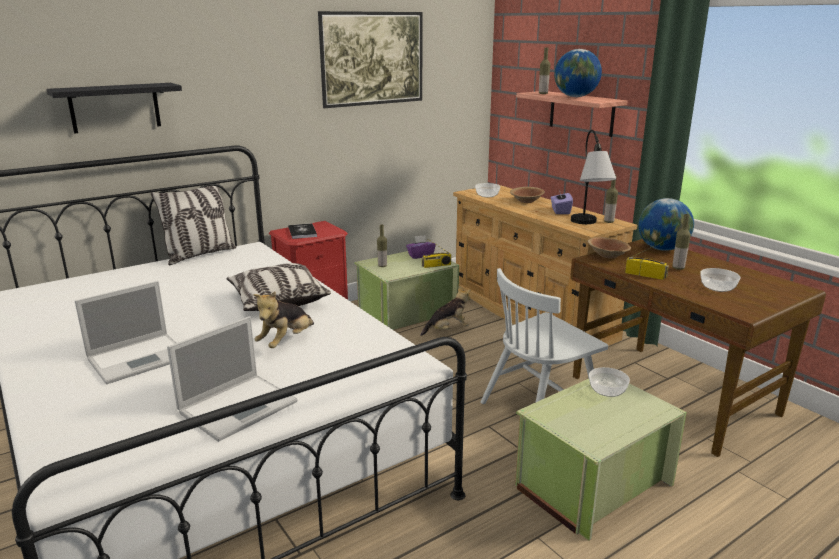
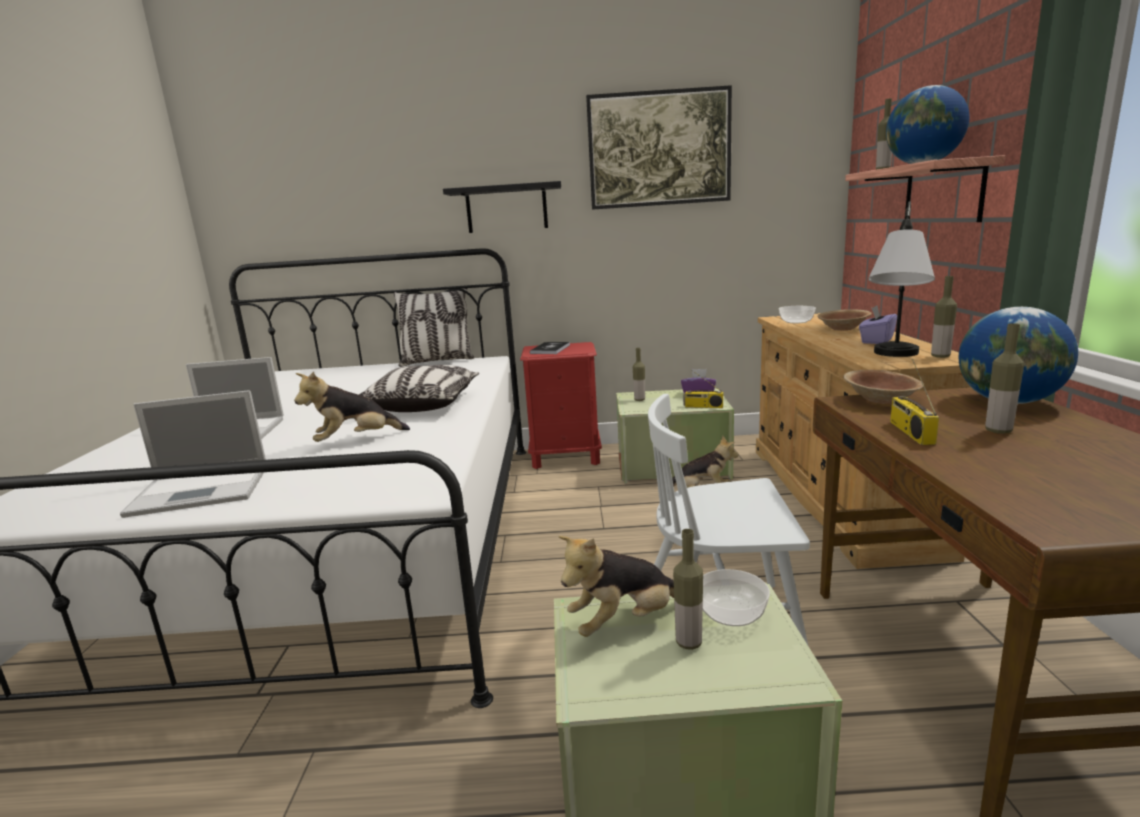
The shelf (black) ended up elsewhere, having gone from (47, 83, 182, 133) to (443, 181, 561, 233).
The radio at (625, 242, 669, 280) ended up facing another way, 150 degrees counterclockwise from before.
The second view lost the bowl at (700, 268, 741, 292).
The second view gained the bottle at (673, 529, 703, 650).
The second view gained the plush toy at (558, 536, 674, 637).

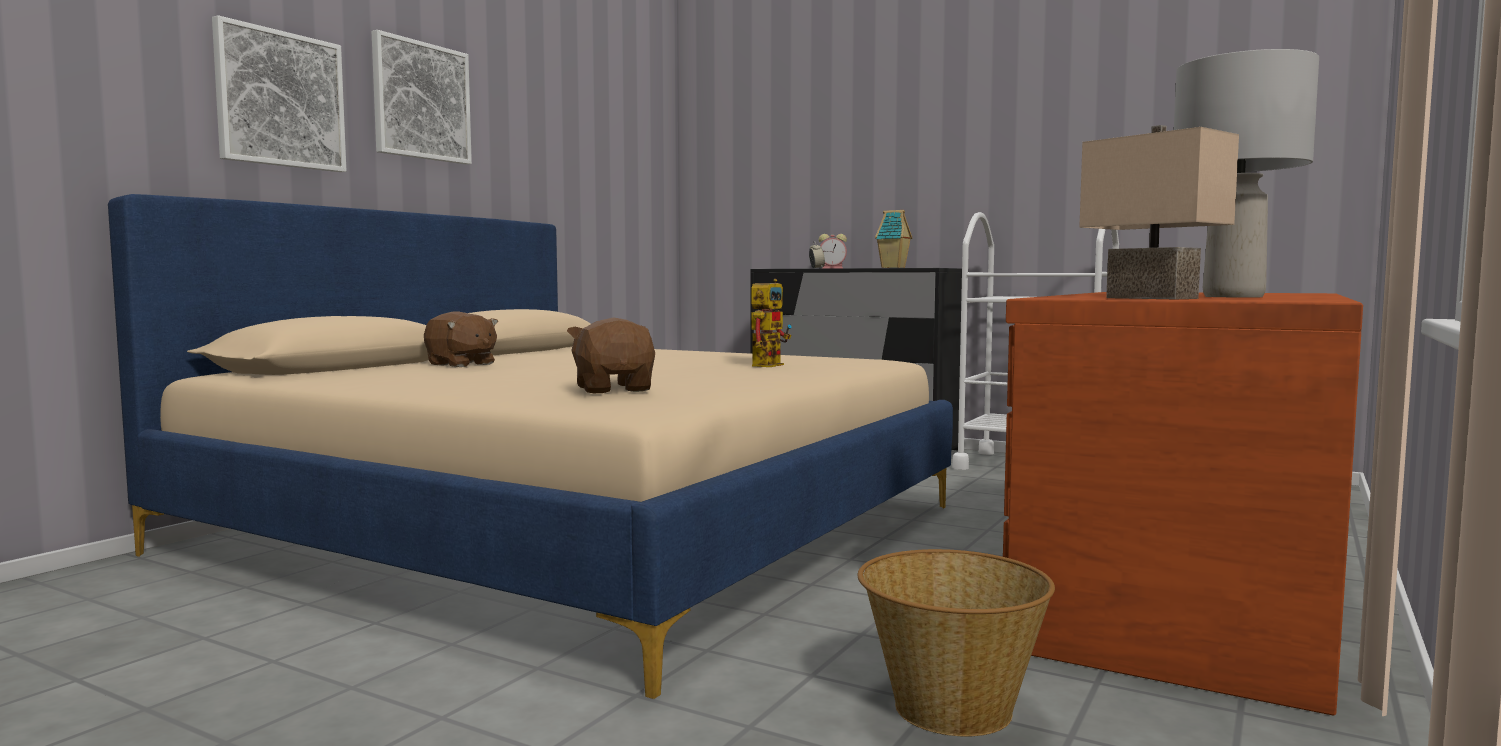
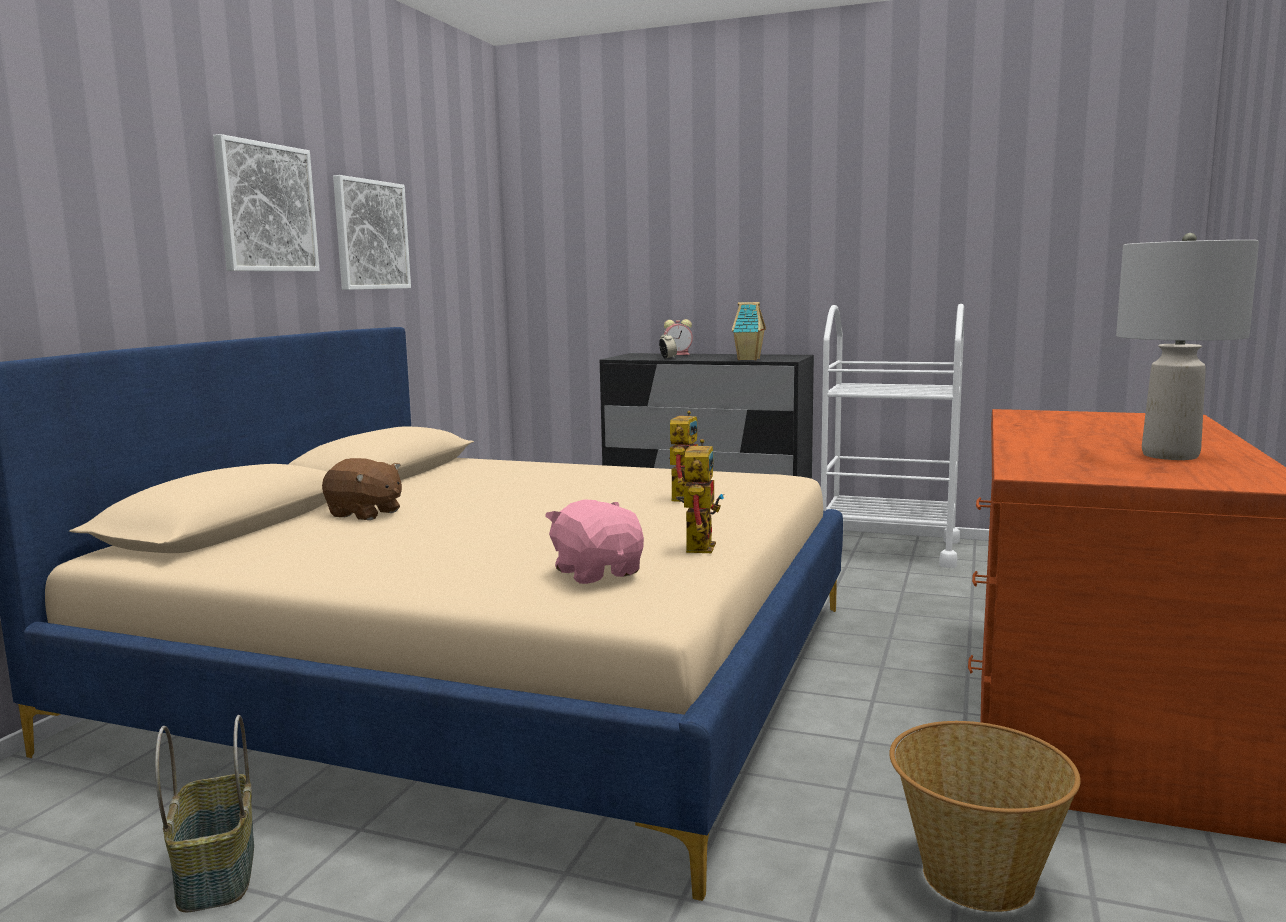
The picture ended up elsewhere, having gone from (212, 15, 346, 172) to (333, 175, 411, 290).
The second view lost the table lamp (beige) at (1079, 125, 1239, 299).
What was the plush toy (brown) at (567, 317, 655, 393) turned into the plush toy (pink) at (545, 499, 644, 584).
The second view gained the toy robot at (676, 439, 724, 553).
The second view gained the basket at (155, 715, 254, 912).

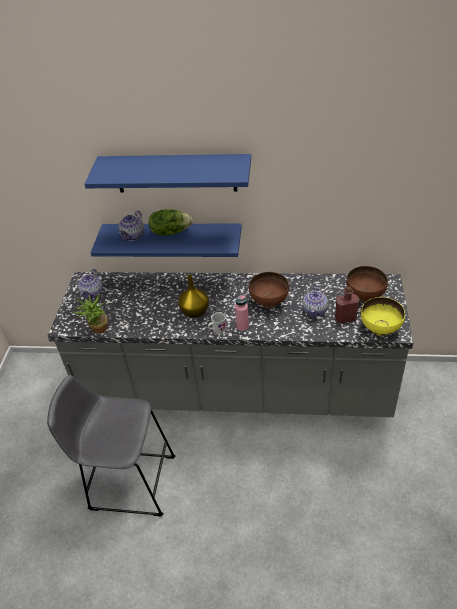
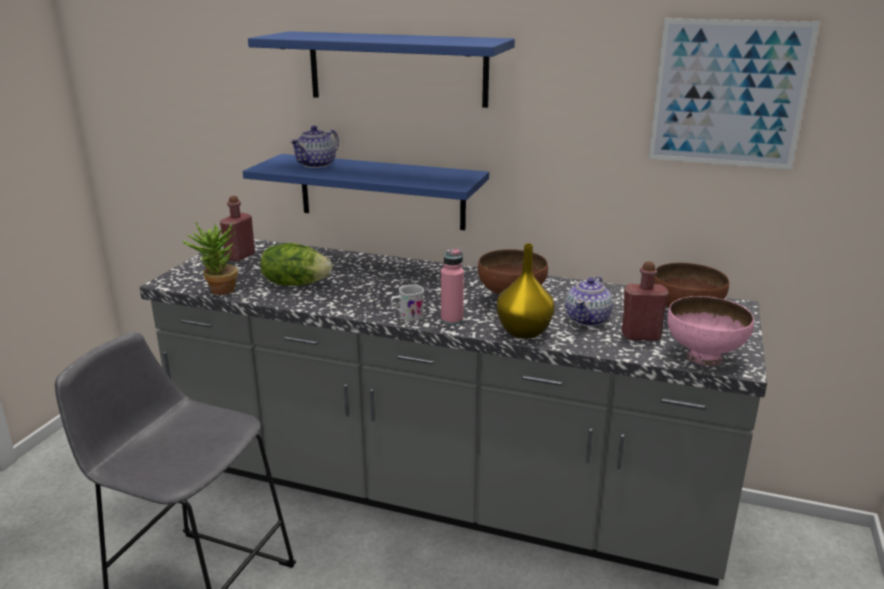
The lettuce ended up elsewhere, having gone from (149, 209, 193, 236) to (260, 243, 332, 286).
Where the teapot stood at (78, 269, 103, 299), the bottle (red) came to stand at (220, 196, 255, 262).
The vase (yellow) ended up elsewhere, having gone from (178, 274, 209, 318) to (497, 243, 555, 339).
What was the bowl (yellow) at (361, 297, 405, 336) turned into the bowl (pink) at (667, 296, 754, 366).
The second view gained the picture at (649, 18, 820, 169).

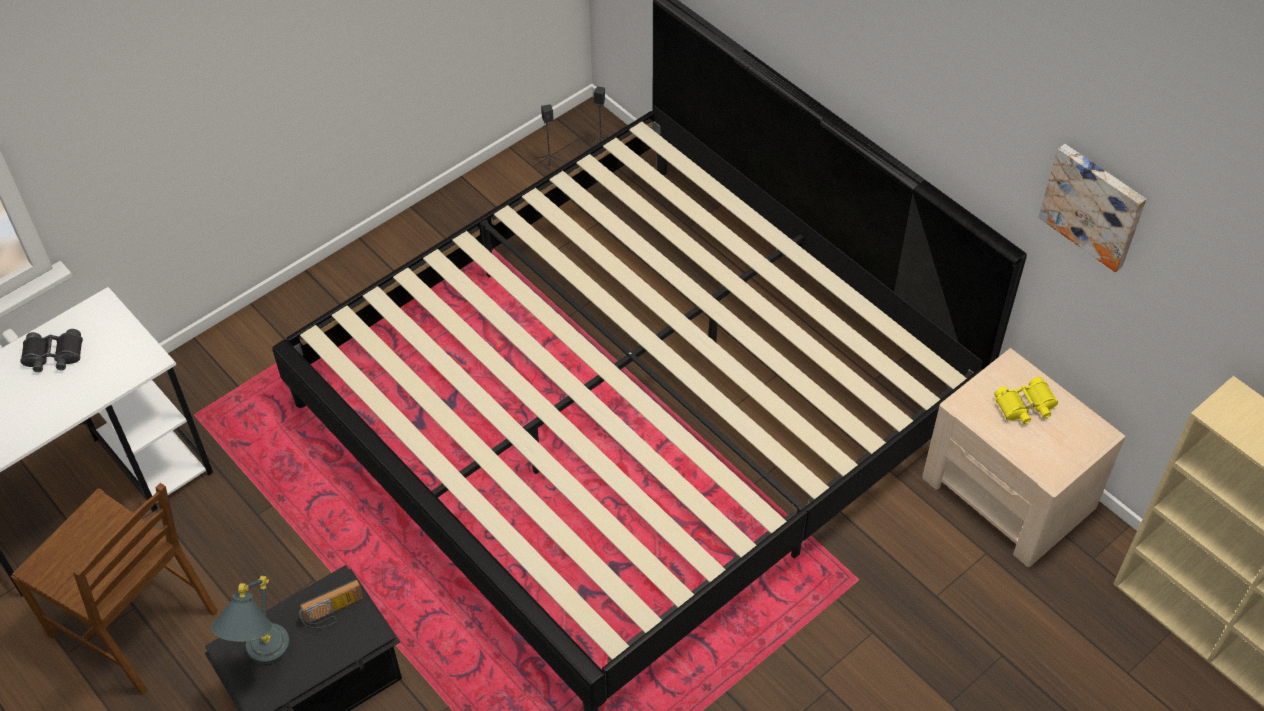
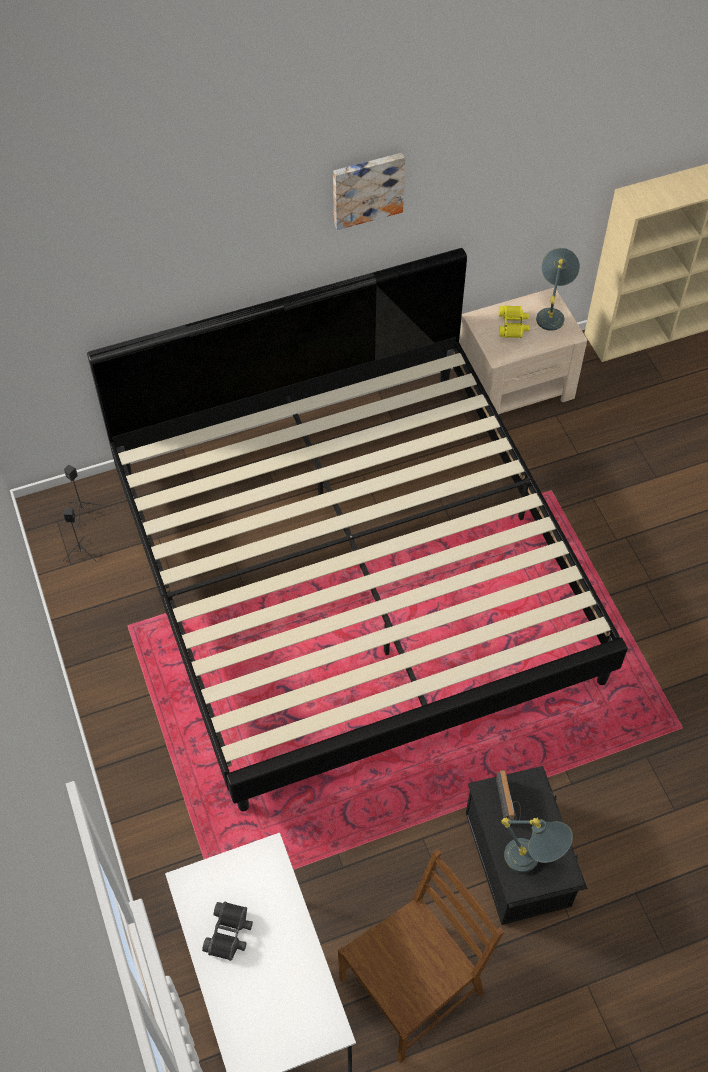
The picture ended up elsewhere, having gone from (1038, 144, 1146, 272) to (333, 153, 405, 230).
The second view gained the table lamp (grey) at (536, 248, 580, 331).

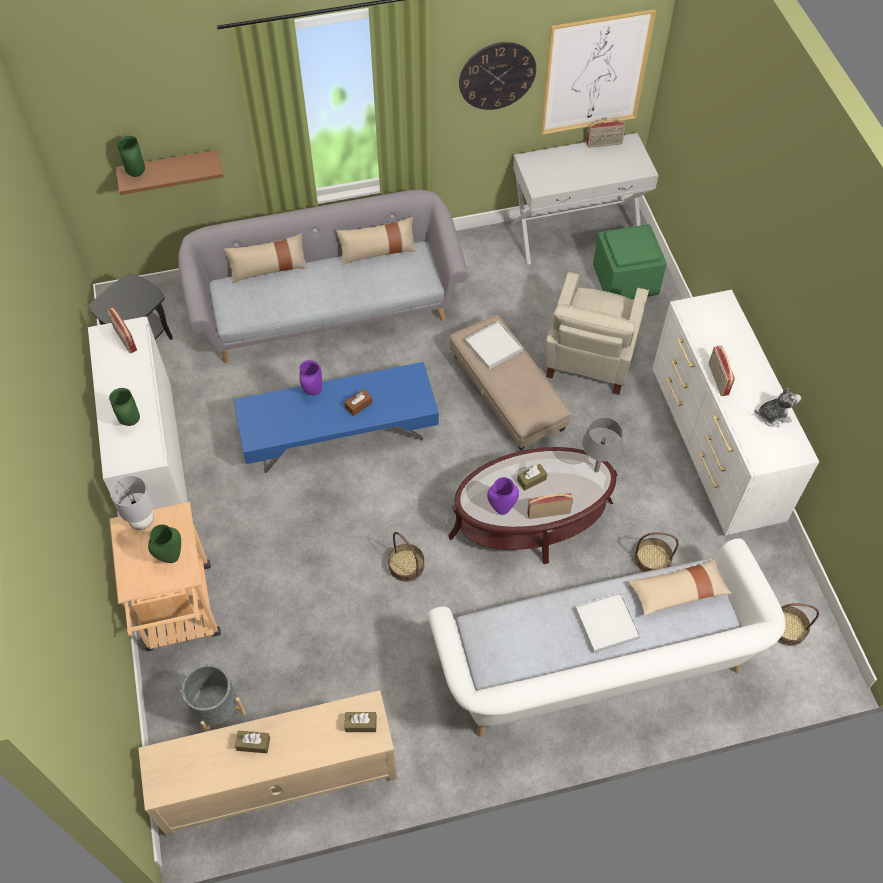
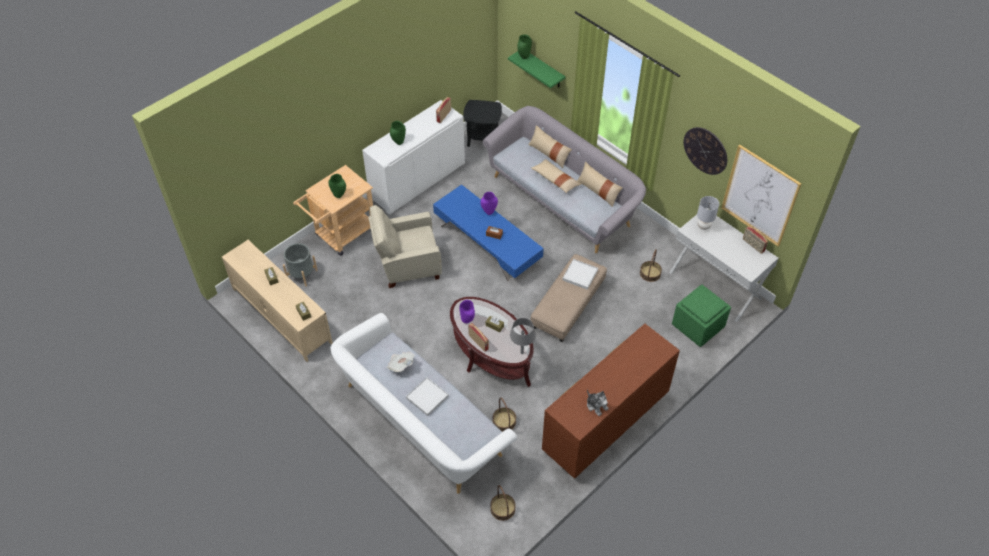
What was the shelf (brown) at (116, 150, 223, 195) turned into the shelf (green) at (508, 51, 565, 88).
The armchair (beige) ended up elsewhere, having gone from (545, 272, 649, 395) to (368, 205, 442, 288).
What was the dresser (white) at (652, 290, 819, 535) turned into the dresser (brown) at (542, 324, 680, 479).
The second view lost the radio at (709, 346, 735, 396).
The table lamp (grey) ended up elsewhere, having gone from (110, 475, 154, 530) to (697, 196, 719, 230).
The basket ended up elsewhere, having gone from (388, 532, 425, 582) to (640, 249, 662, 282).
The pillow (beige) ended up elsewhere, having gone from (628, 559, 732, 616) to (531, 159, 581, 193).
The second view gained the newspaper at (387, 352, 415, 372).

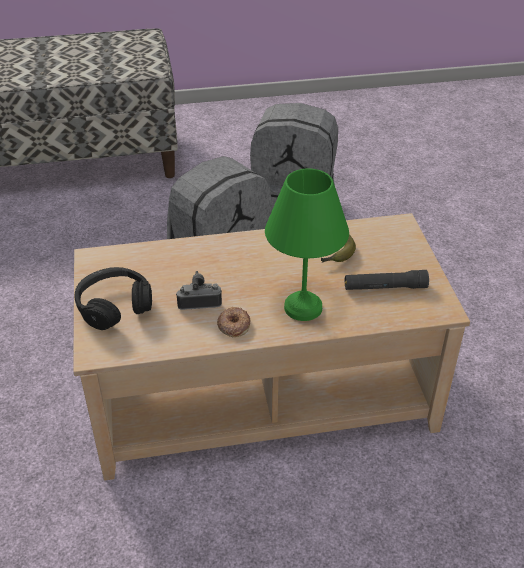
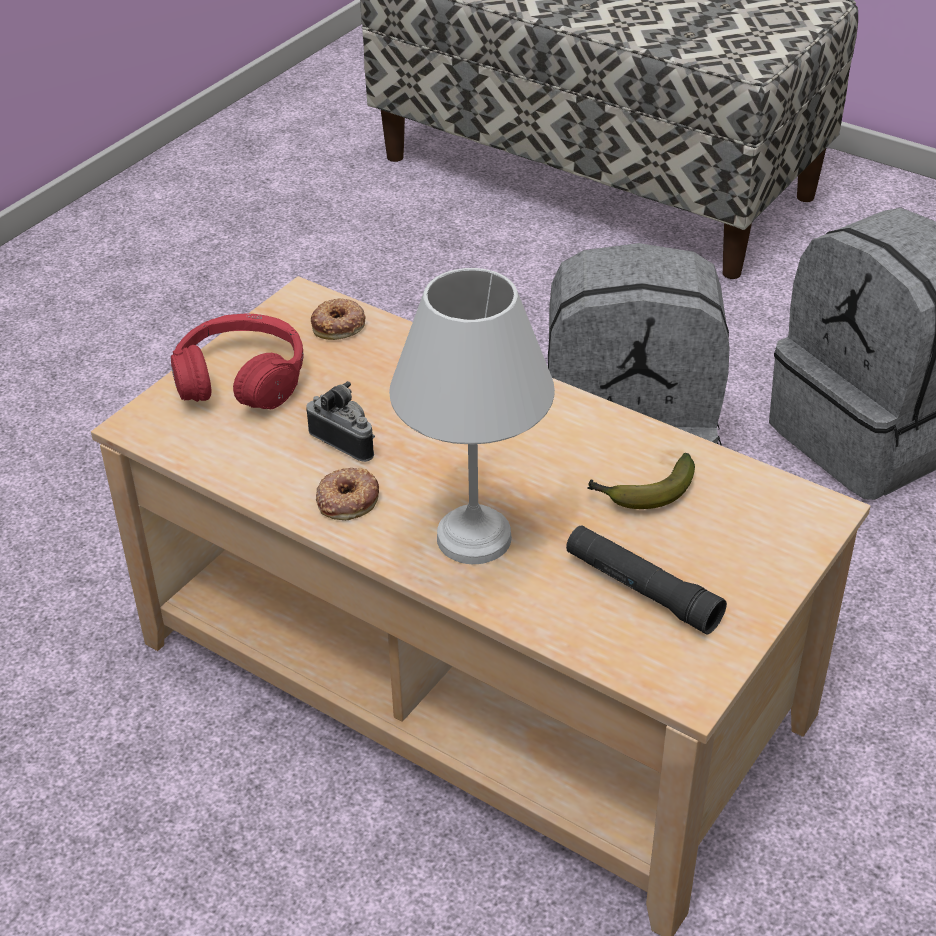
What was the table lamp (green) at (265, 168, 349, 321) turned into the table lamp (white) at (389, 268, 555, 564).
What was the headphones (black) at (75, 267, 152, 330) turned into the headphones (red) at (171, 314, 304, 409).
The second view gained the donut at (311, 298, 366, 340).

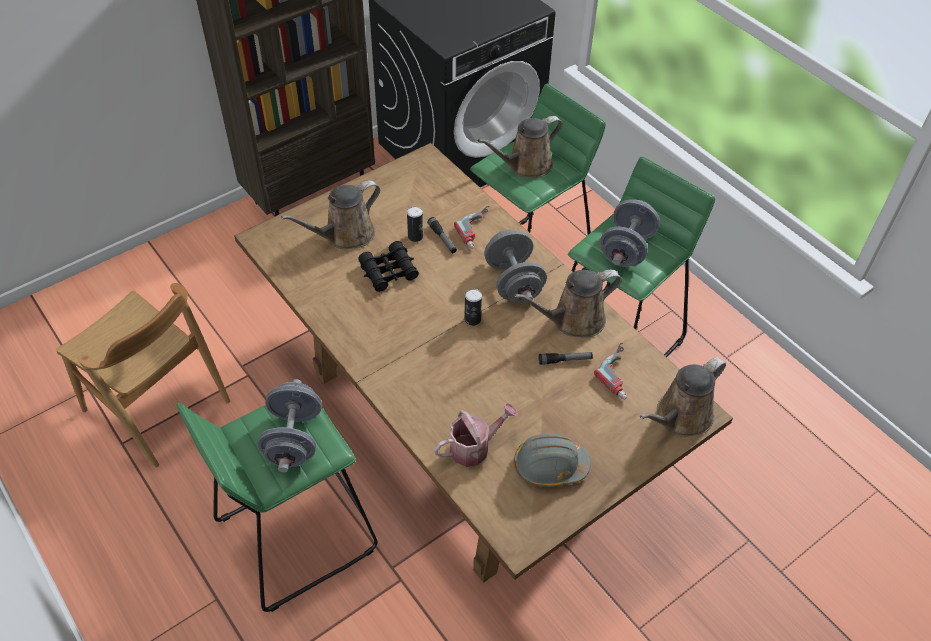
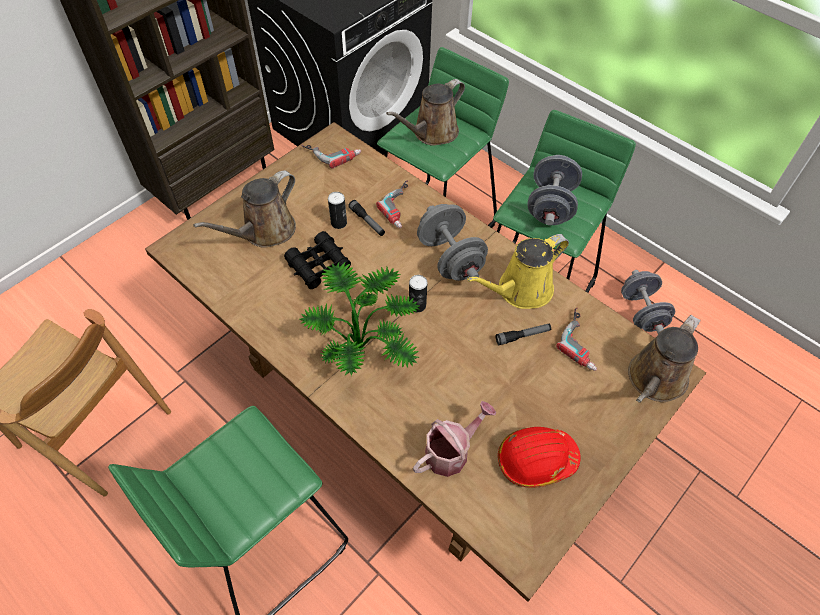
What was the watering can (brown) at (514, 270, 622, 338) turned into the watering can (yellow) at (467, 234, 569, 309).
The dumbbell (grey) ended up elsewhere, having gone from (257, 379, 322, 472) to (621, 270, 675, 334).
What was the hard hat (grey) at (514, 434, 591, 487) turned into the hard hat (red) at (498, 427, 581, 488).
The second view gained the power drill at (301, 145, 361, 169).
The second view gained the potted plant at (300, 262, 420, 376).

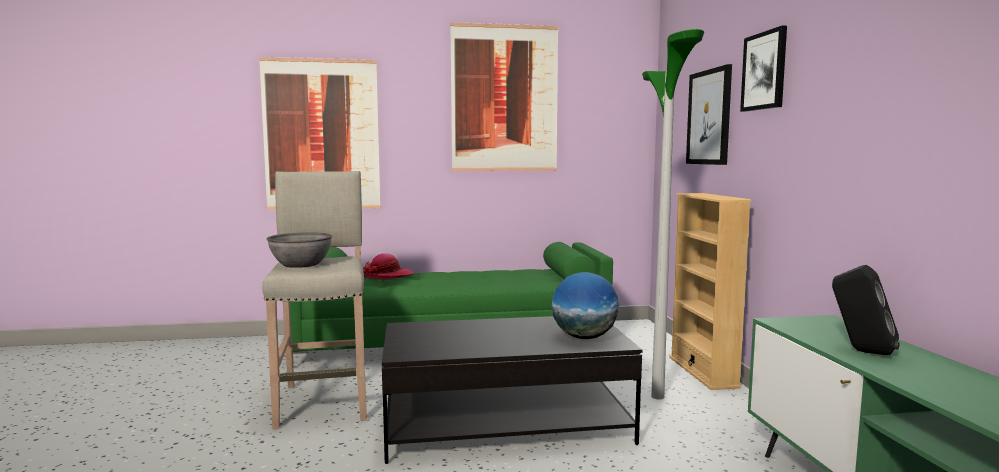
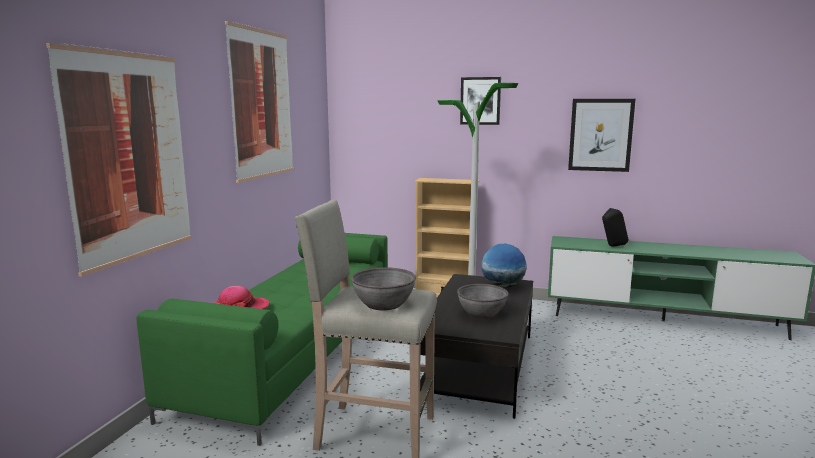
The picture ended up elsewhere, having gone from (686, 64, 732, 165) to (568, 99, 635, 172).
The second view gained the bowl (grey) at (457, 284, 509, 318).

